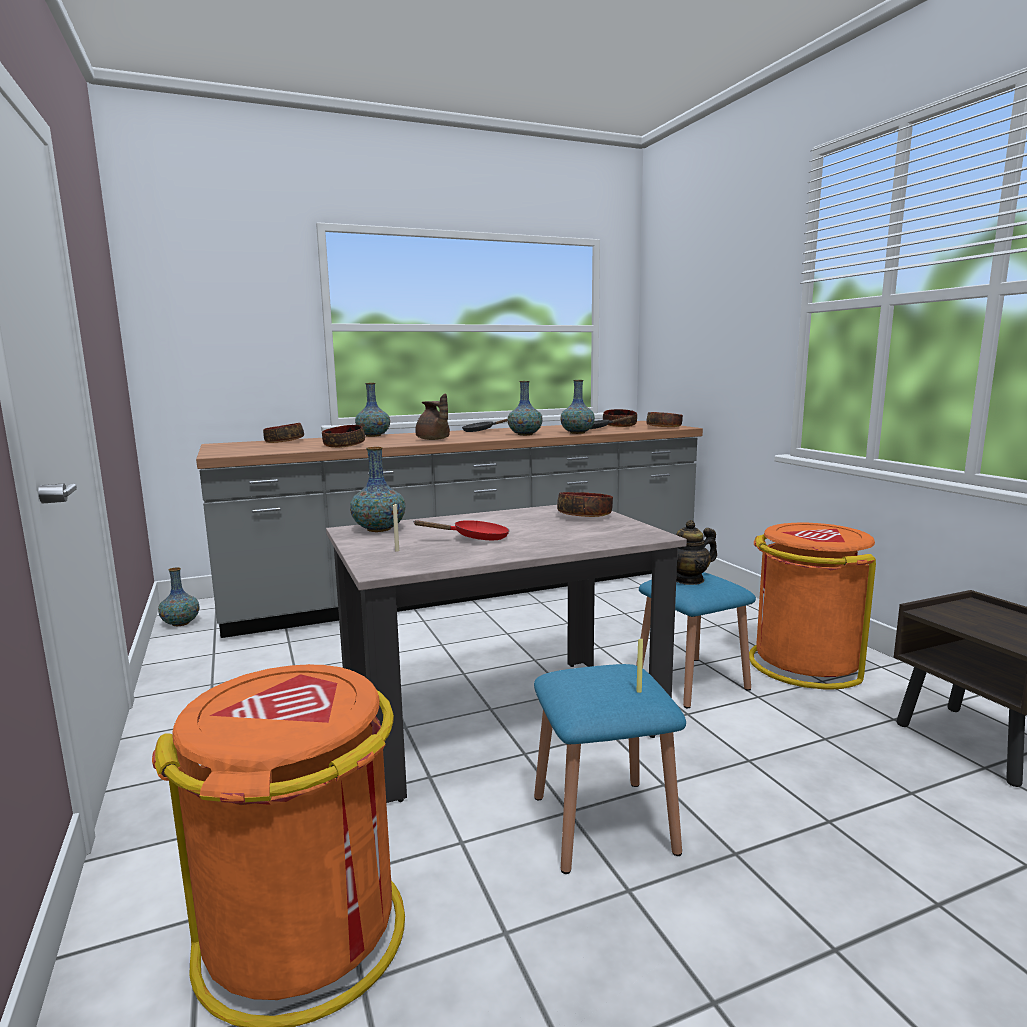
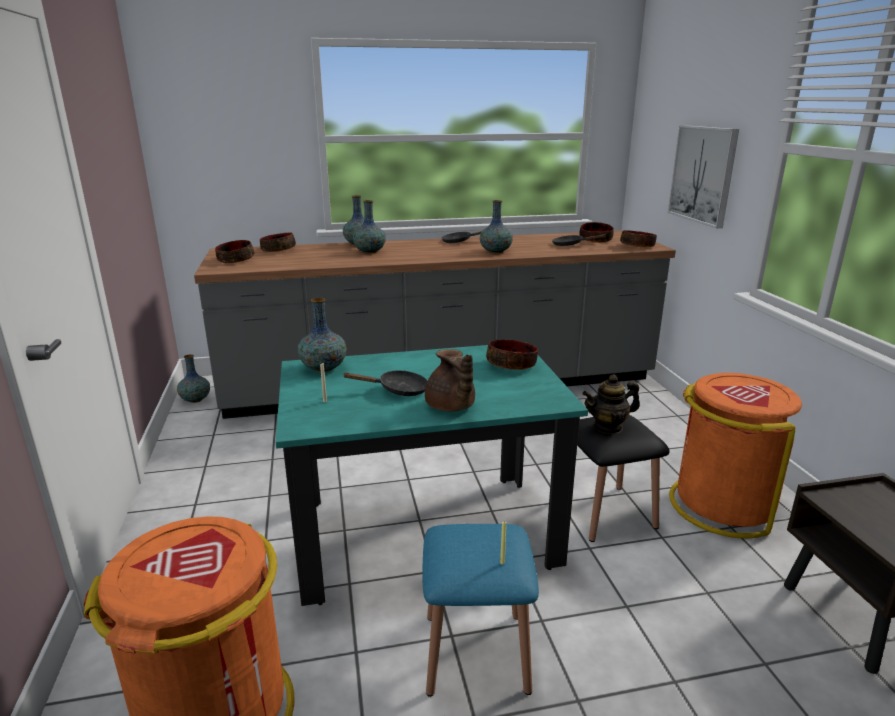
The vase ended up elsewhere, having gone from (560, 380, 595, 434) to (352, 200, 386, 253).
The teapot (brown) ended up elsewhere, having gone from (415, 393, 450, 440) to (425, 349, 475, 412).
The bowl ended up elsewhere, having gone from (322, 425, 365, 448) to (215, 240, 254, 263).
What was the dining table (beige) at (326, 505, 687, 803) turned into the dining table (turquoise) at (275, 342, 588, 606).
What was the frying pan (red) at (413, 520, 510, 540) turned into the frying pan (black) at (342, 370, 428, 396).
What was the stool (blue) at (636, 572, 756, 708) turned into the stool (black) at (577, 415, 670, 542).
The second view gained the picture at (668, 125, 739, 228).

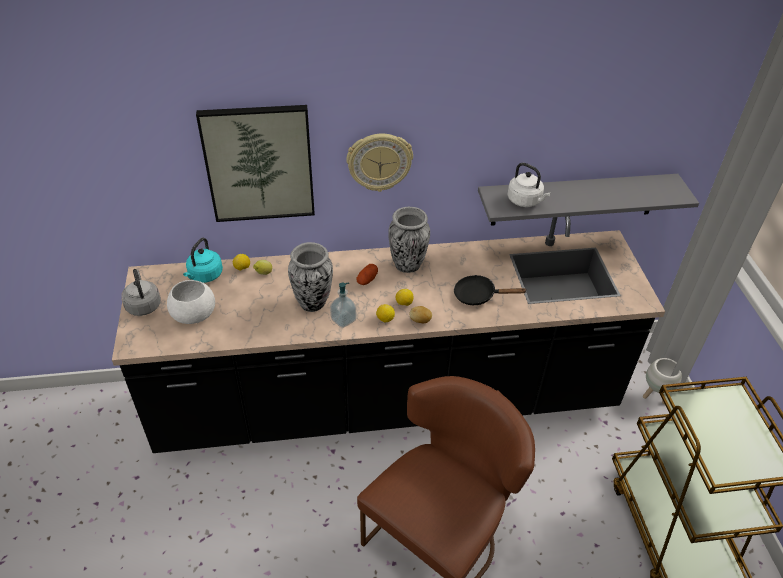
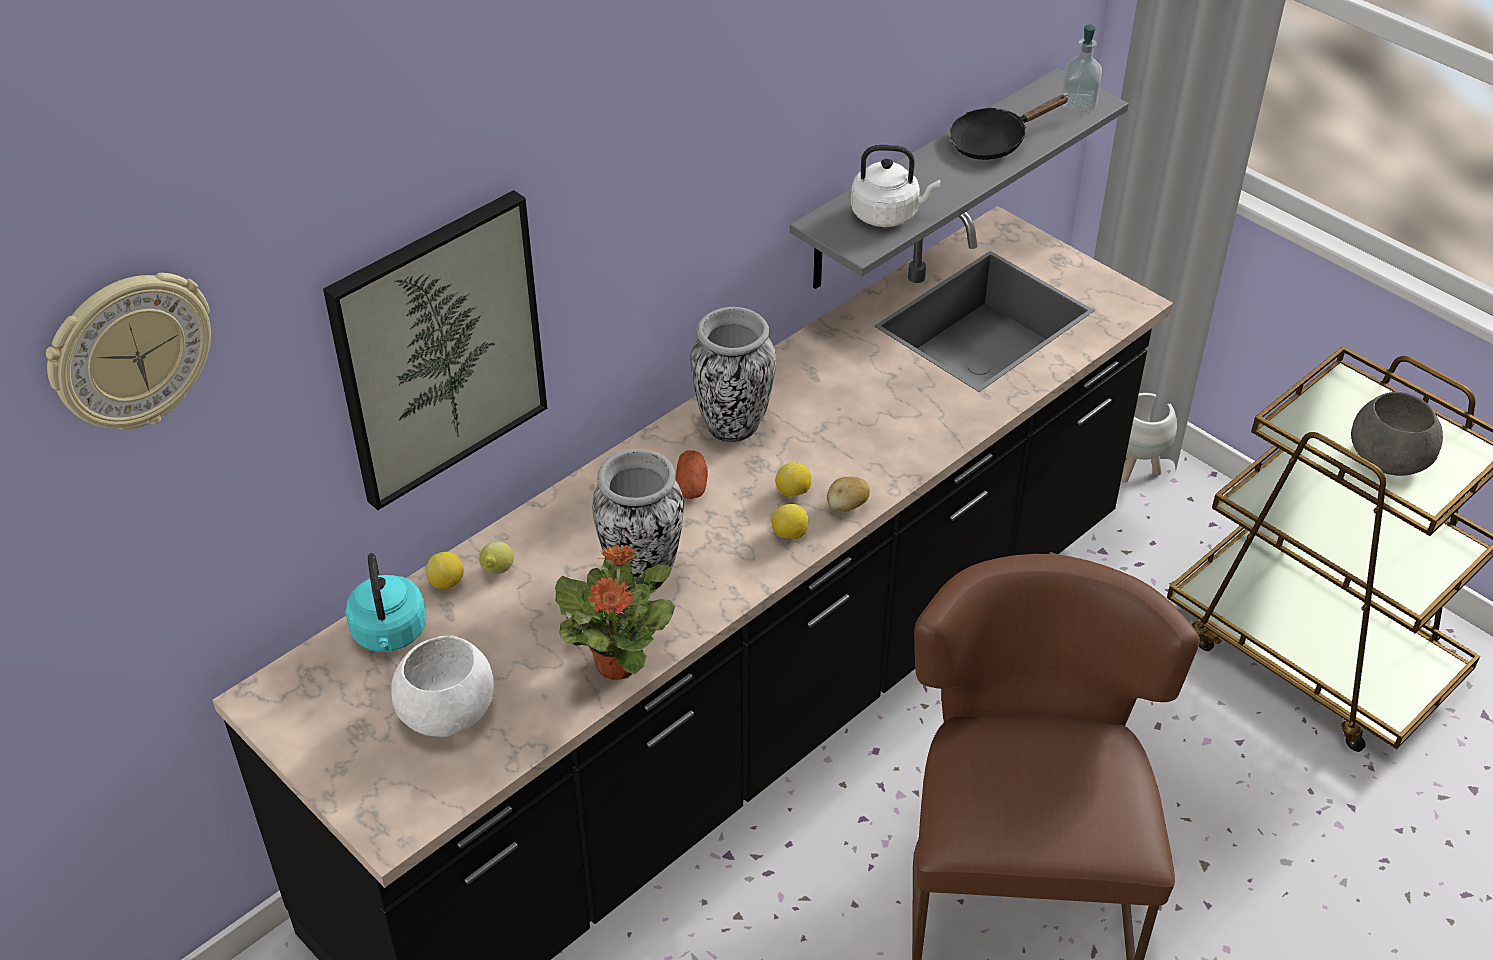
The wall clock ended up elsewhere, having gone from (346, 134, 413, 192) to (46, 273, 211, 430).
The second view lost the kettle (grey) at (121, 269, 161, 316).
The frying pan (black) ended up elsewhere, having gone from (454, 275, 526, 306) to (949, 95, 1069, 160).
The soap dispenser ended up elsewhere, having gone from (330, 282, 356, 328) to (1061, 24, 1102, 111).
The second view gained the bowl (grey) at (1351, 391, 1443, 476).
The second view gained the potted plant at (555, 545, 675, 680).

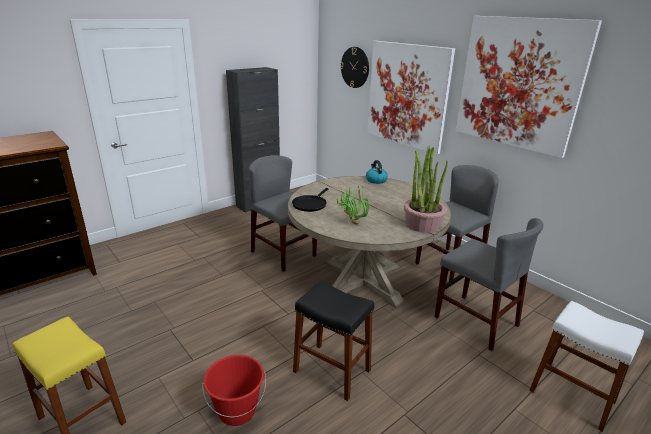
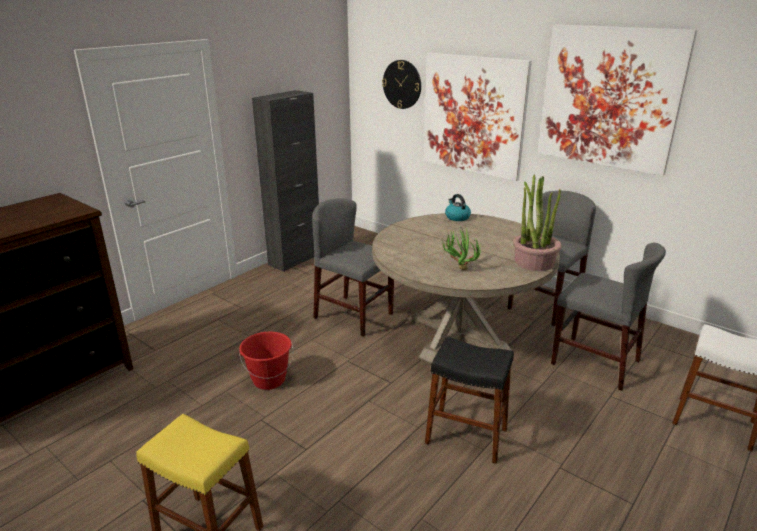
The second view lost the frying pan (black) at (292, 188, 329, 212).
The bucket (red) ended up elsewhere, having gone from (202, 355, 266, 426) to (239, 332, 294, 390).

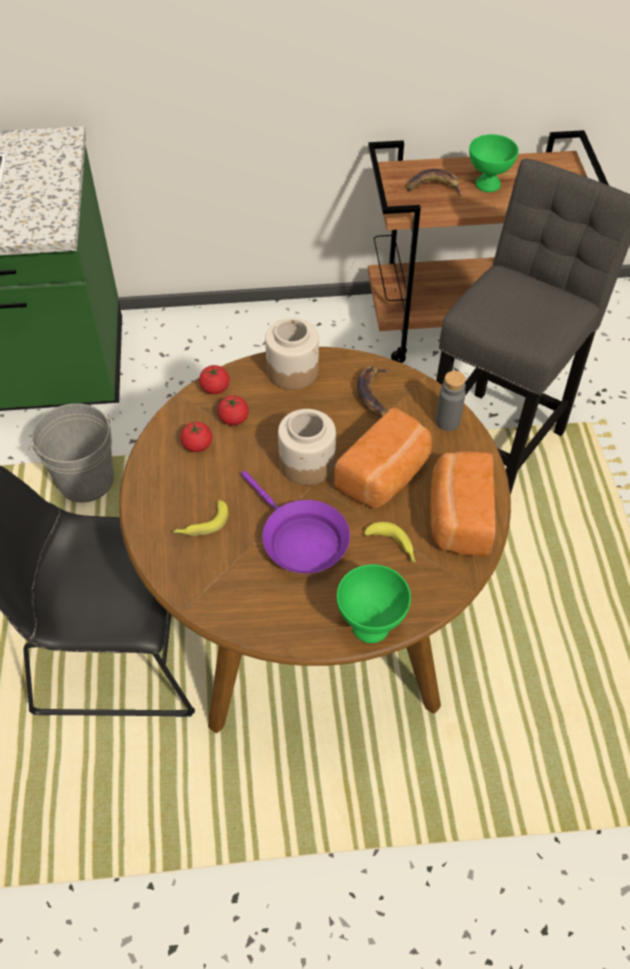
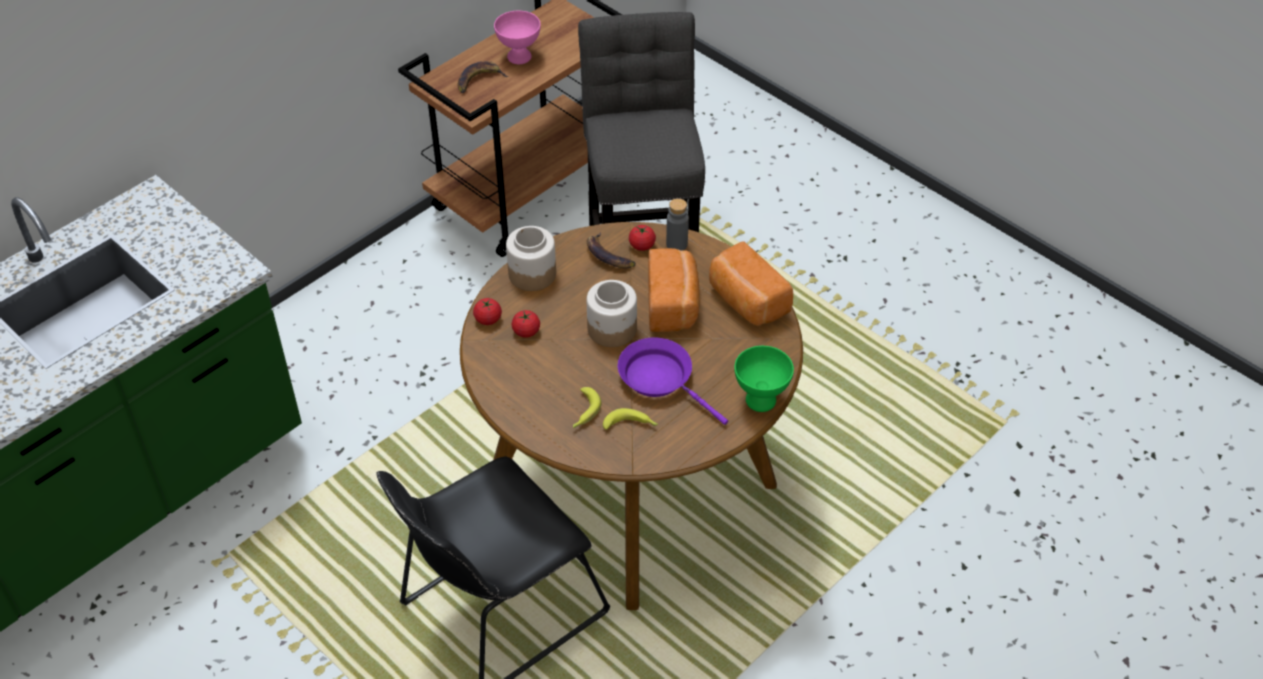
What was the bowl (green) at (469, 134, 519, 192) turned into the bowl (pink) at (494, 11, 541, 64).
The second view lost the bucket (grey) at (28, 403, 114, 503).
The tomato ended up elsewhere, having gone from (180, 421, 213, 452) to (629, 225, 656, 251).
The frying pan (purple) at (241, 471, 350, 573) ended up facing another way, 150 degrees counterclockwise from before.
The banana ended up elsewhere, having gone from (364, 522, 416, 562) to (603, 408, 658, 430).

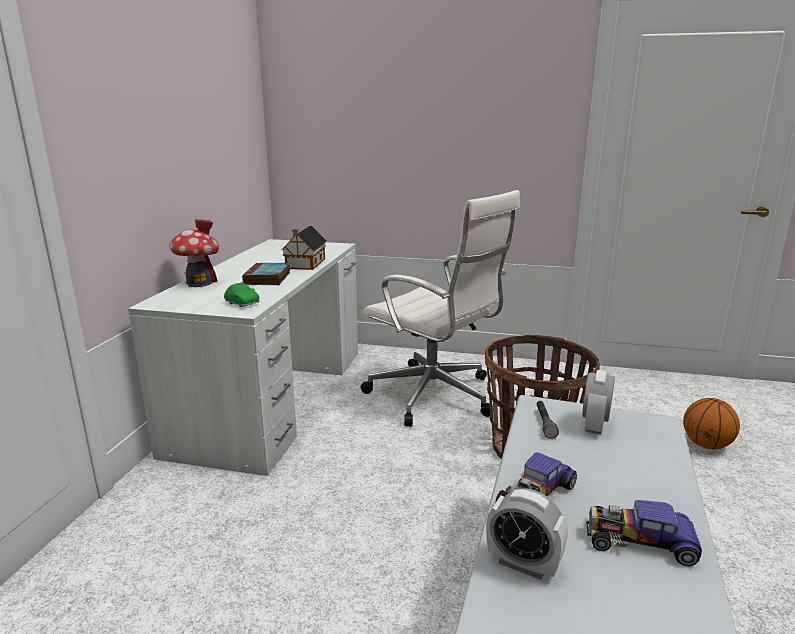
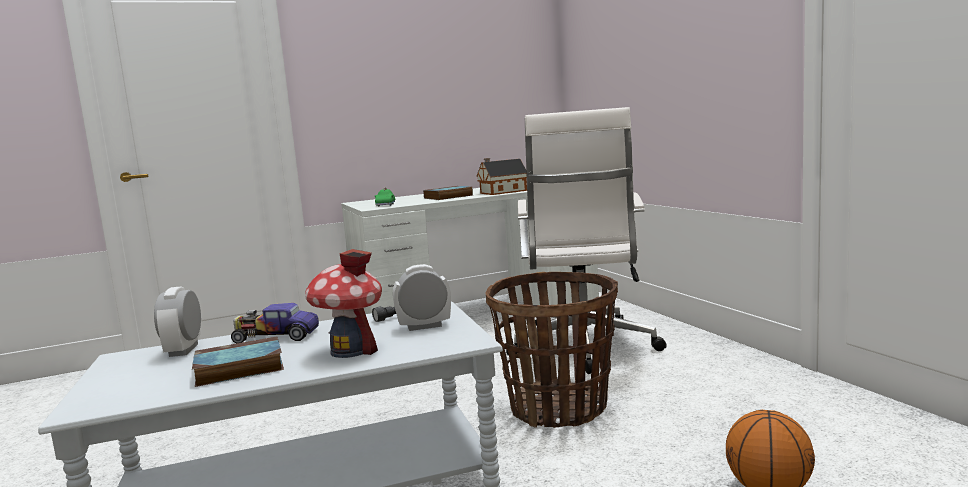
The toy house ended up elsewhere, having gone from (169, 219, 219, 287) to (305, 249, 382, 358).
Where the toy car stood at (586, 500, 702, 566), the book came to stand at (192, 337, 284, 387).

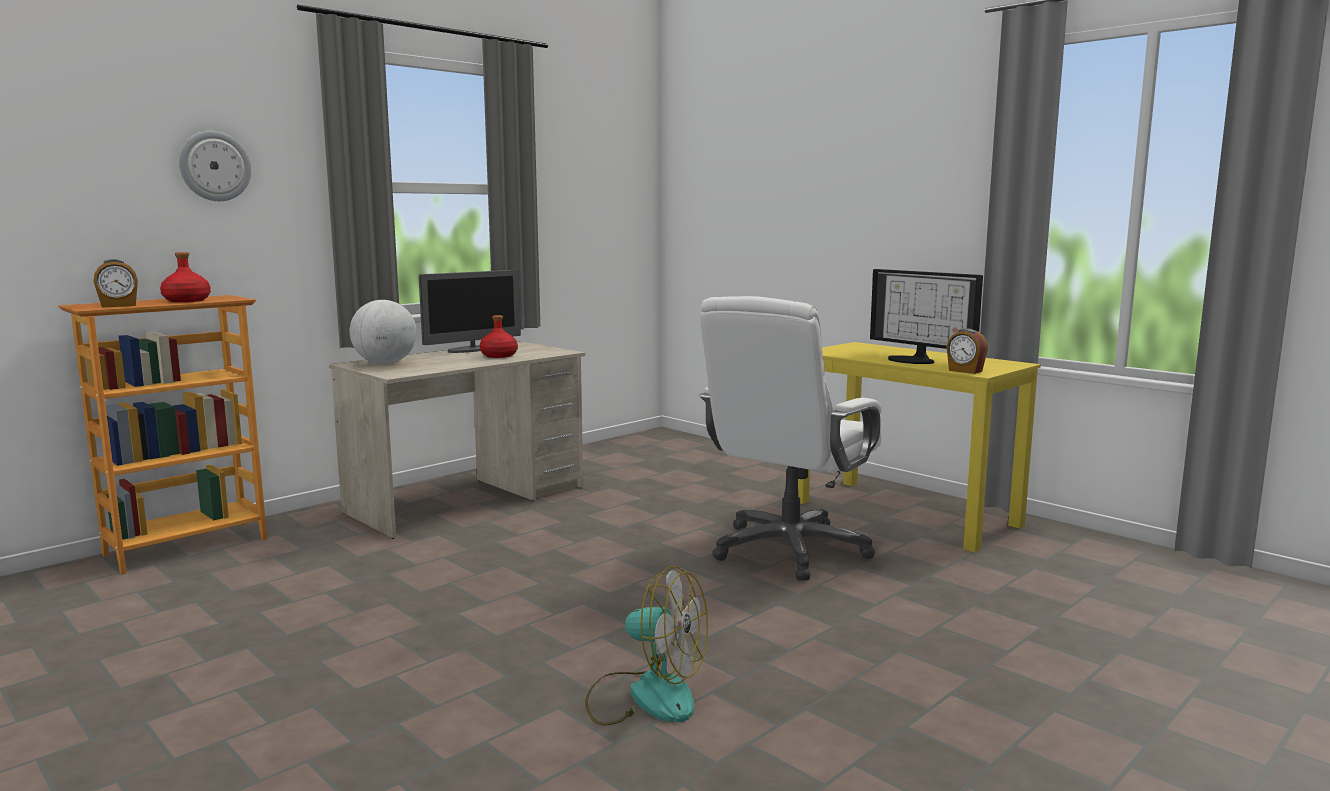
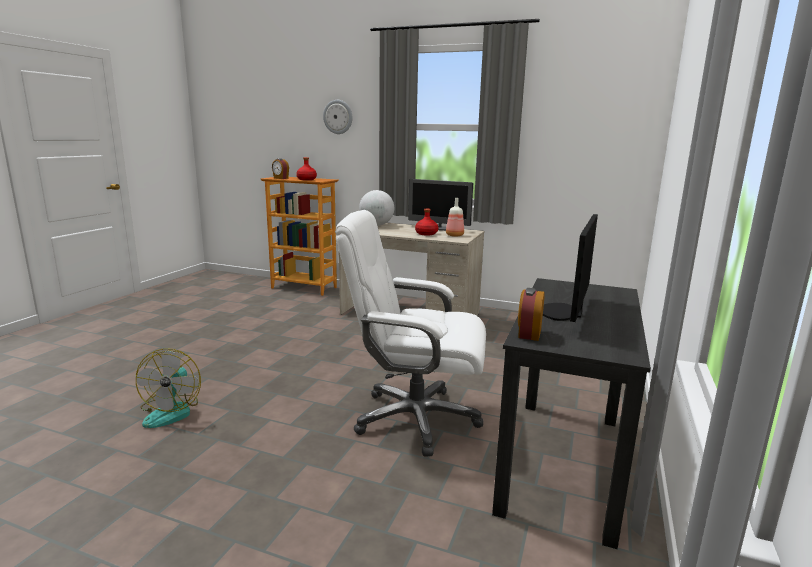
What was the desk (yellow) at (798, 342, 1041, 552) turned into the desk (black) at (492, 278, 651, 549).
The second view gained the bottle at (446, 198, 464, 237).

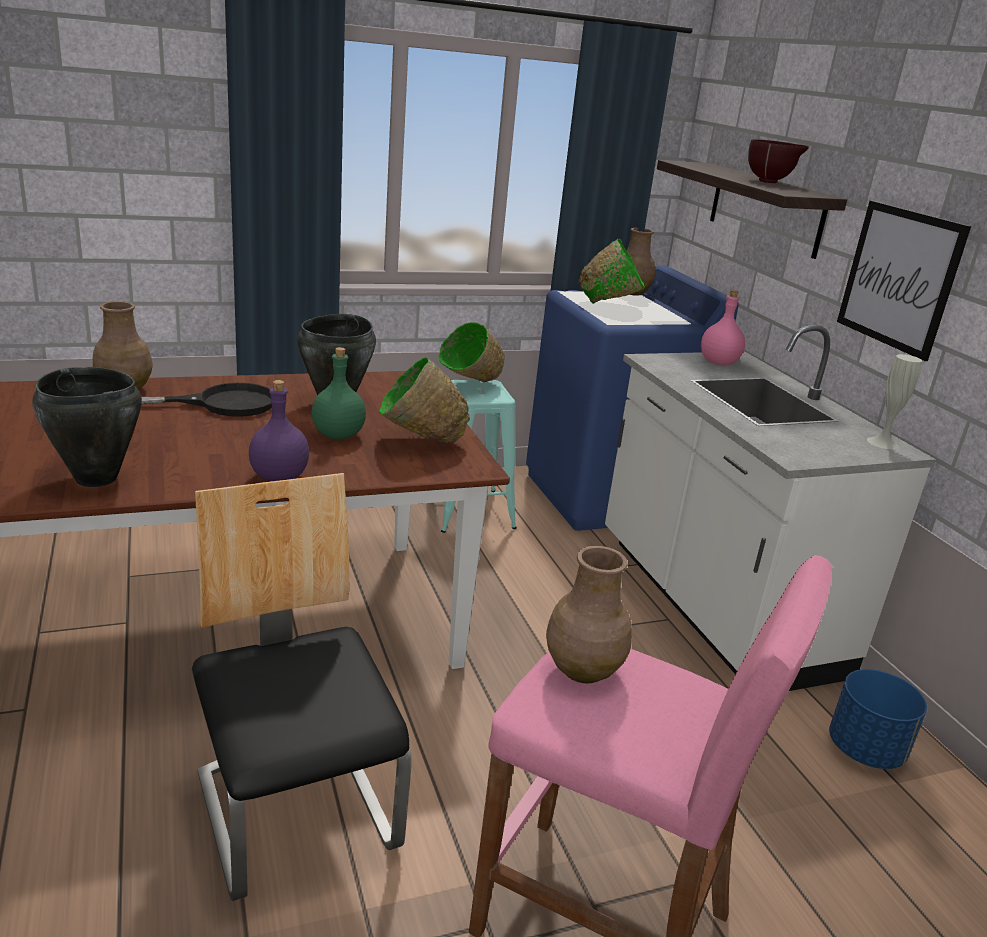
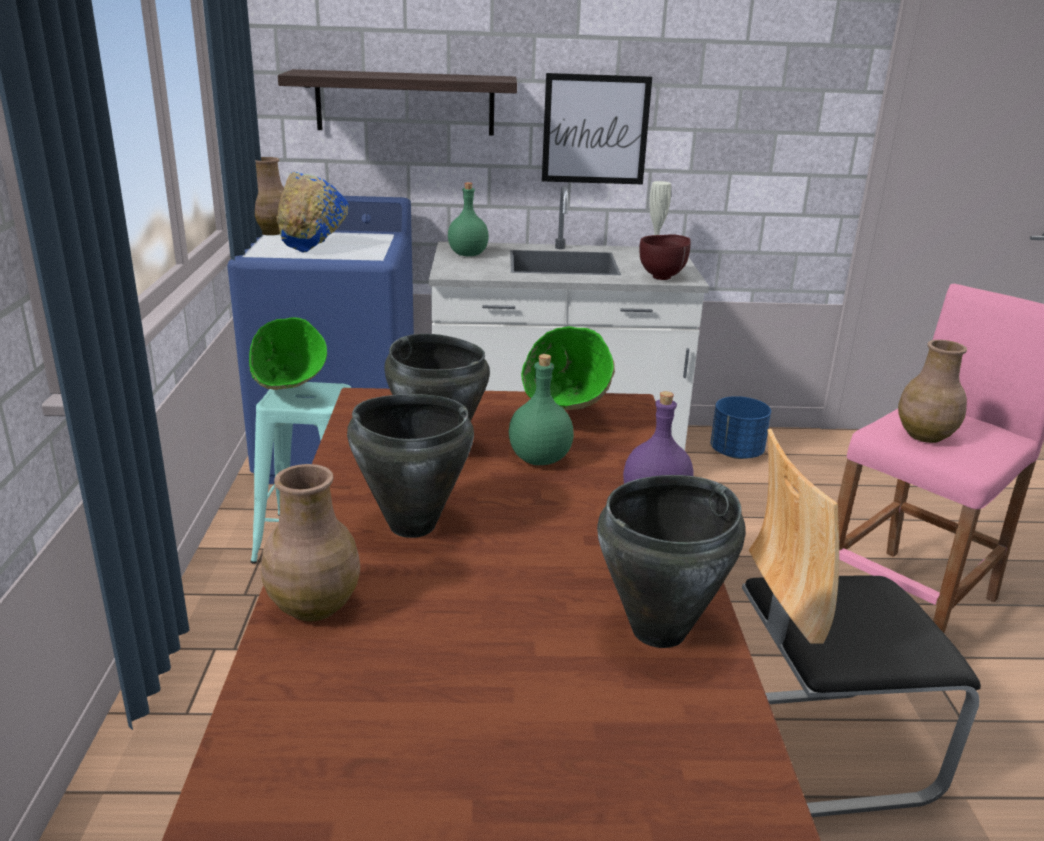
The bowl (brown) ended up elsewhere, having gone from (748, 139, 809, 183) to (639, 234, 690, 280).
What was the bowl (green) at (579, 238, 645, 304) turned into the bowl (blue) at (276, 172, 349, 253).
What was the bottle (pink) at (701, 290, 745, 365) turned into the bottle (green) at (448, 182, 489, 256).
Where the frying pan (black) stood at (141, 383, 272, 417), the cooking pot (black) came to stand at (347, 394, 474, 538).

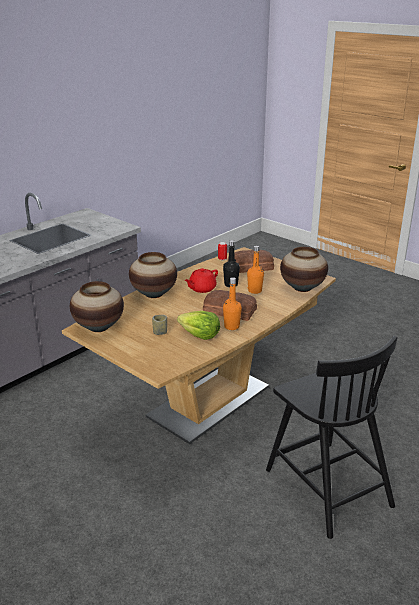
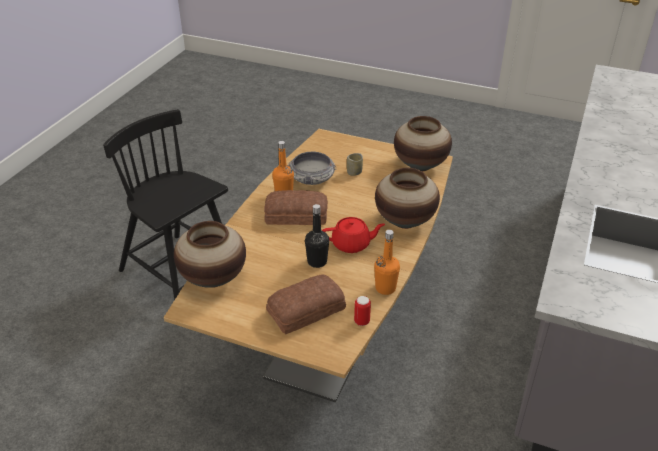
The bottle (orange) ended up elsewhere, having gone from (247, 246, 264, 294) to (374, 230, 400, 295).
The teapot (red) at (184, 268, 218, 293) ended up facing another way, 60 degrees clockwise from before.
Where the lettuce stood at (177, 311, 220, 340), the bowl came to stand at (288, 152, 336, 185).

